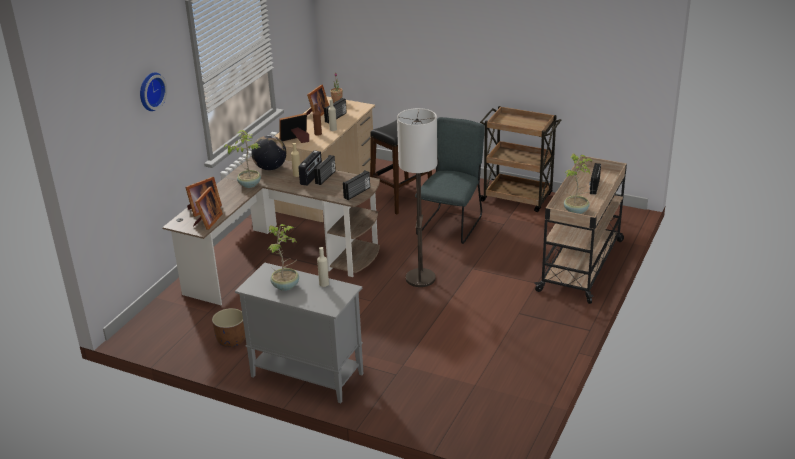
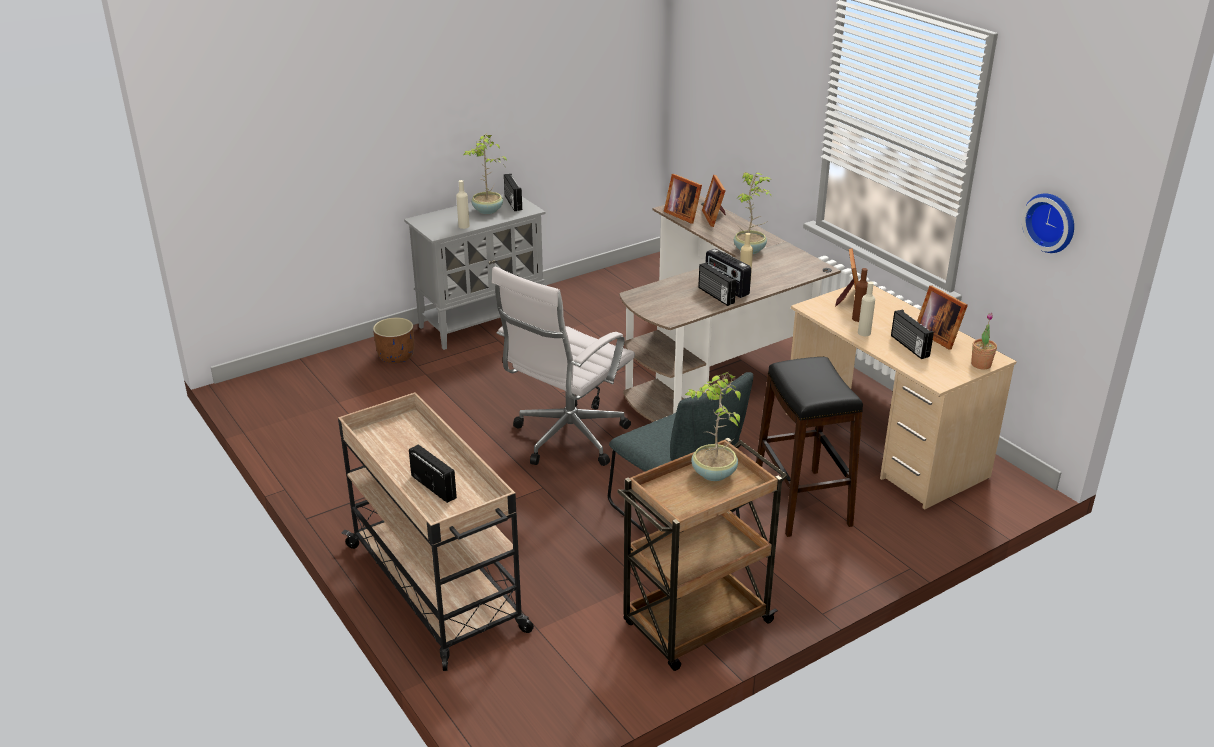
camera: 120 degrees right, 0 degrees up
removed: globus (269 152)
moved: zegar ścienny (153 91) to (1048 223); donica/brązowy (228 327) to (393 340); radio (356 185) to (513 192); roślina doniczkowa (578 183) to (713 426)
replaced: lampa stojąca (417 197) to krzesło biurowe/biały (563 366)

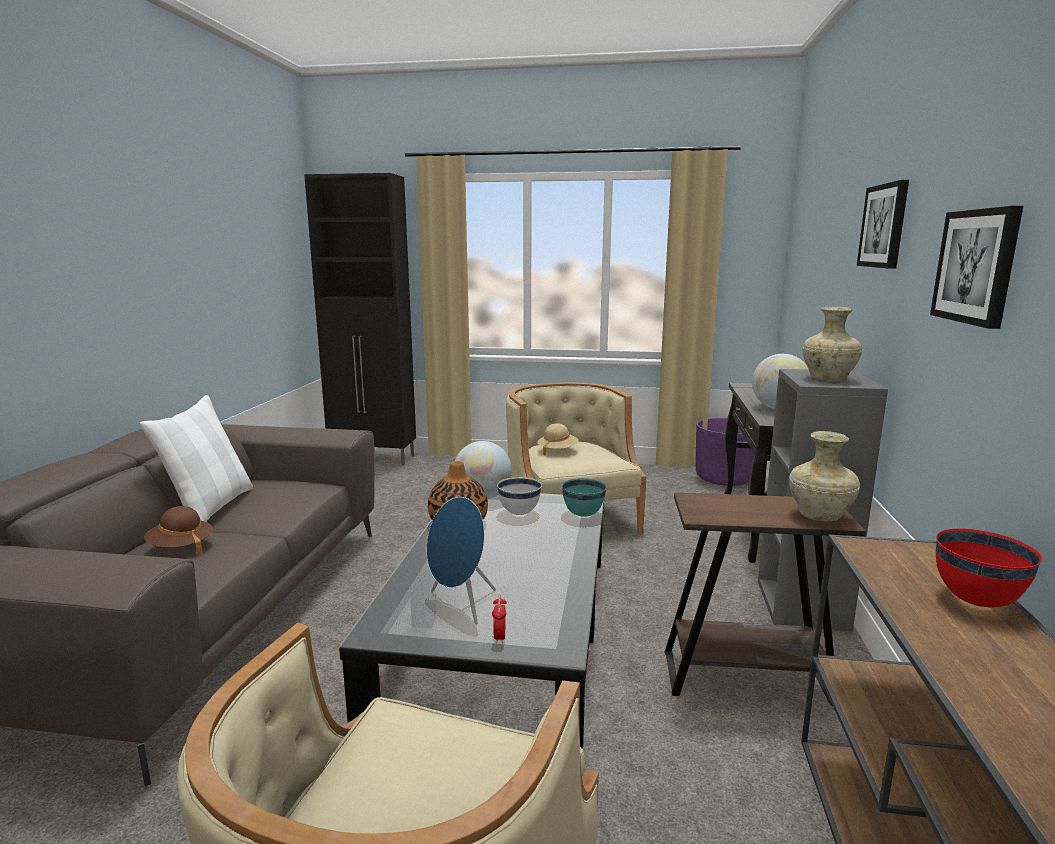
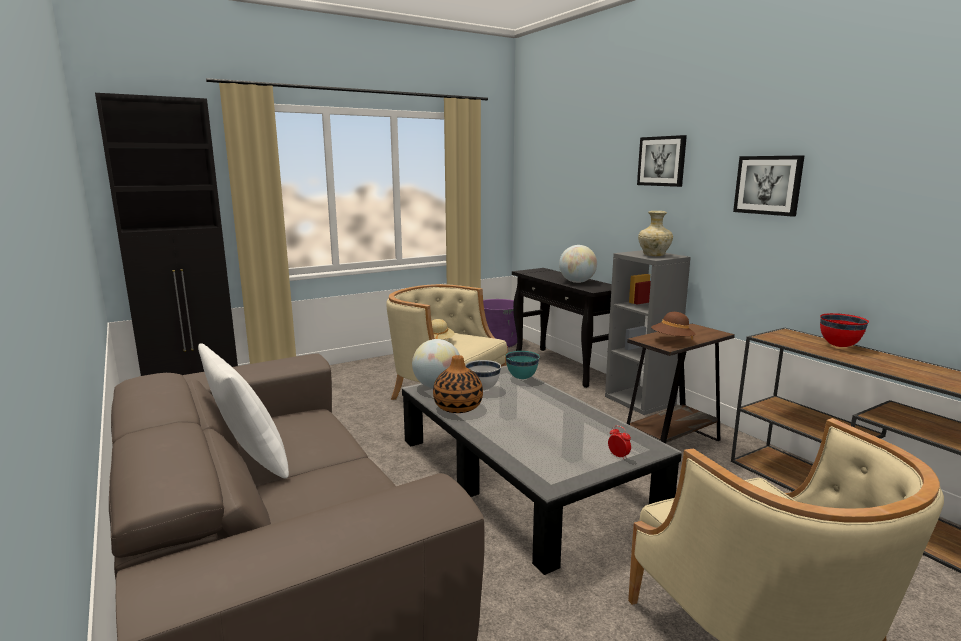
camera: 40 degrees left, 0 degrees up
removed: głośnik/niebieski (461 560); wazon/beżowy (824 476)
moved: kapelusz/brązowy (178 530) to (673 326)

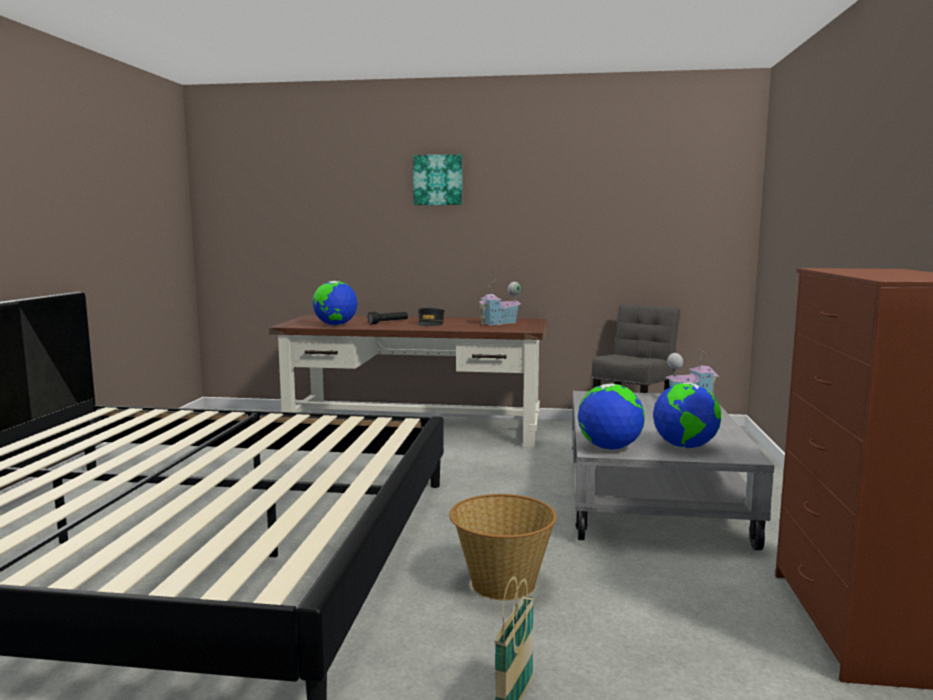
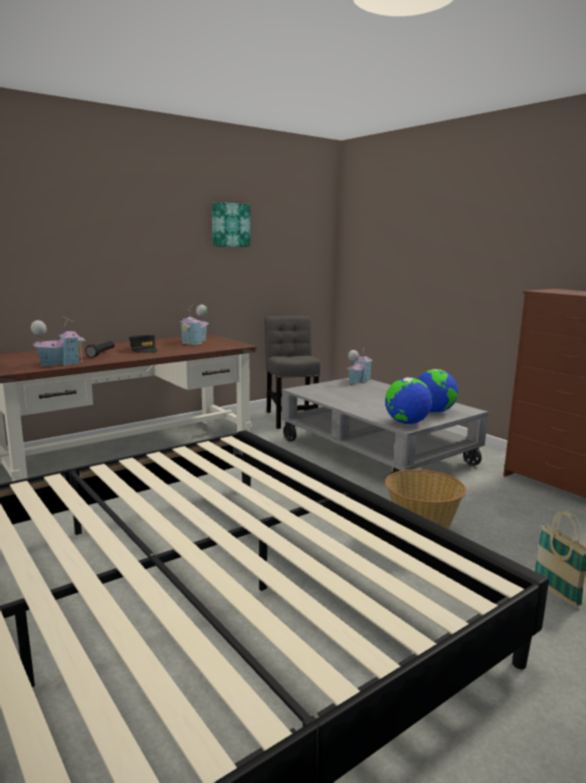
camera: 45 degrees left, 5 degrees up
moved: obraz (437 179) to (231 224)
replaced: globus (335 303) to domek (58 341)

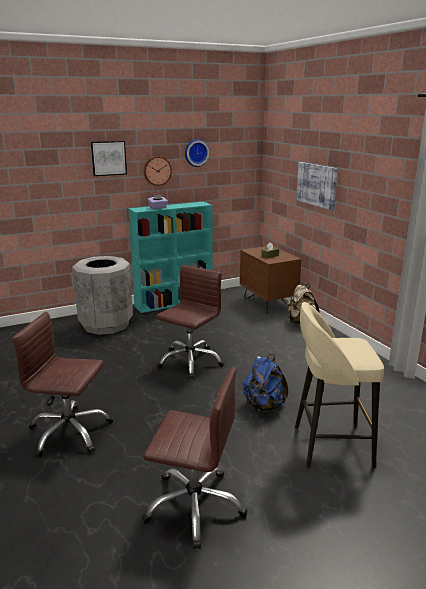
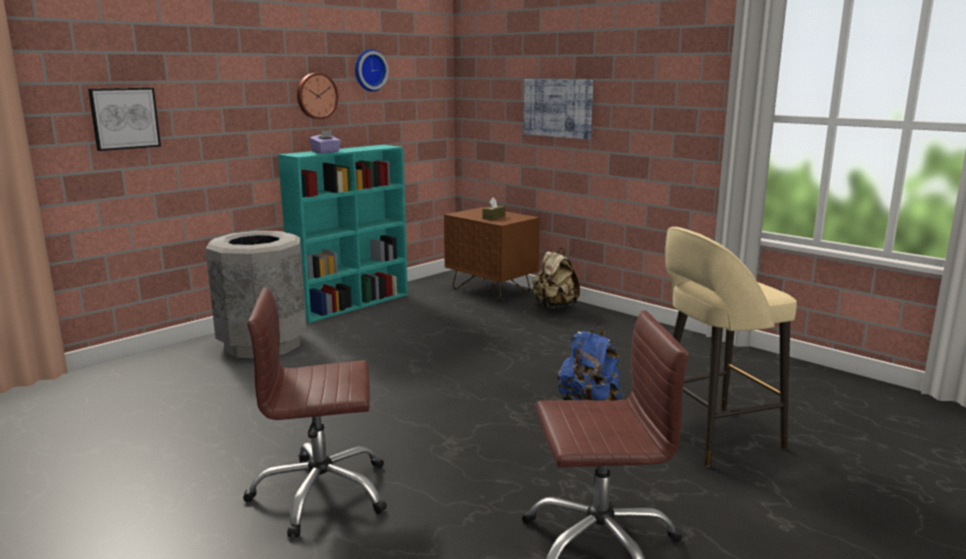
camera: 20 degrees left, 5 degrees down
removed: krzesło biurowe/brązowy (190 322)
moved: obraz (109 158) to (124 119)

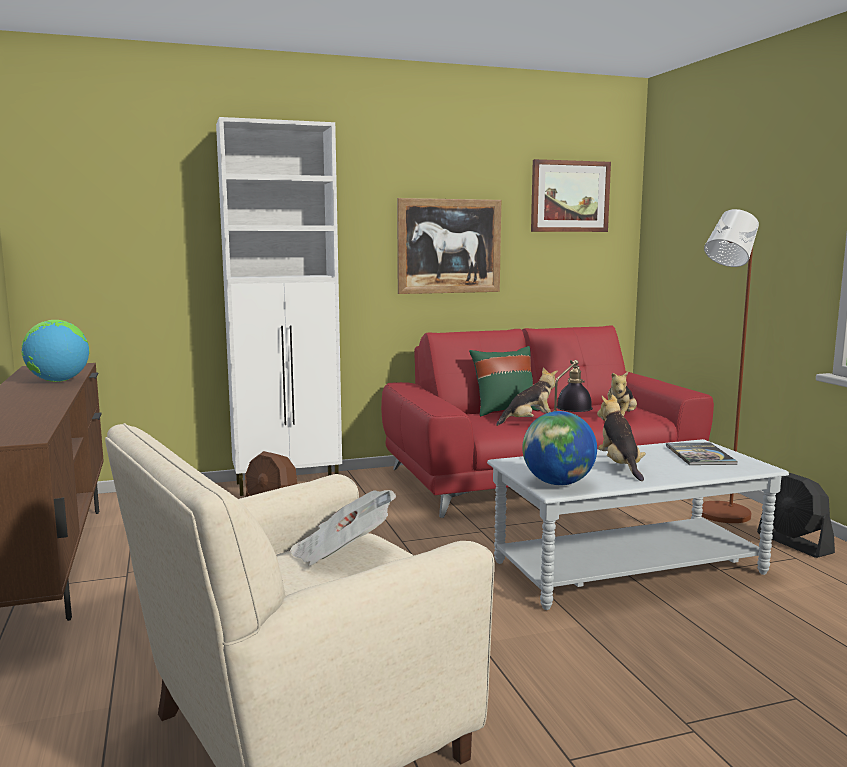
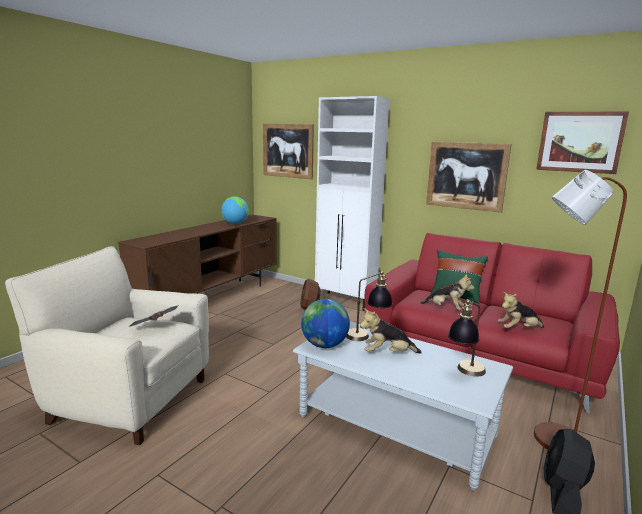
camera: 50 degrees right, 5 degrees up
added: obraz (288 151)
replaced: książka (702 454) to lampa stołowa (467 338)
turned: pluszak (621 437) = (391 331) 135 degrees counterclockwise

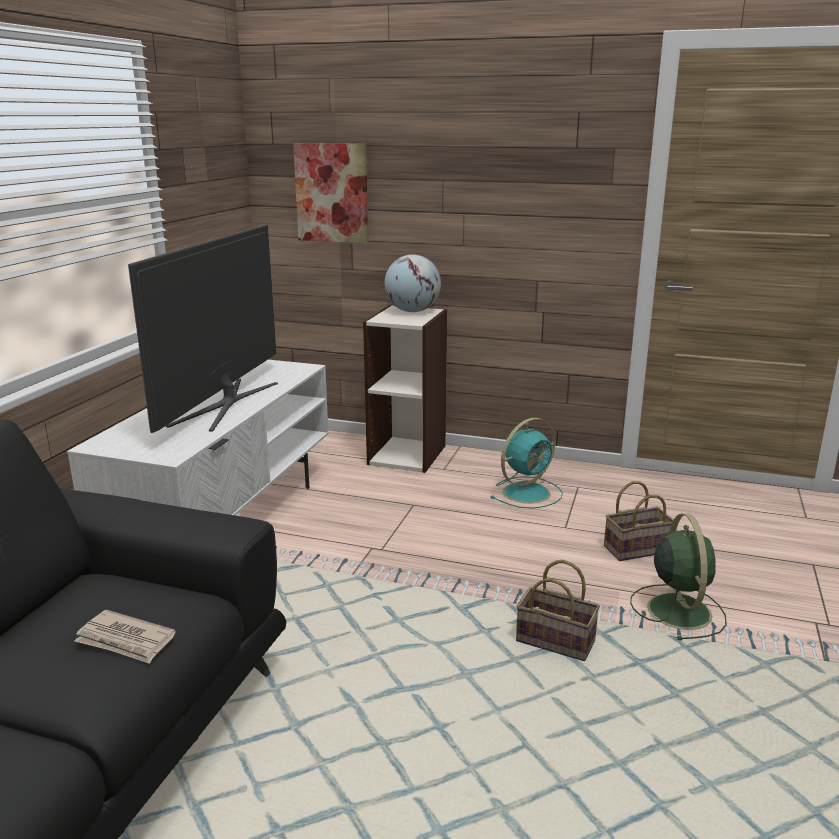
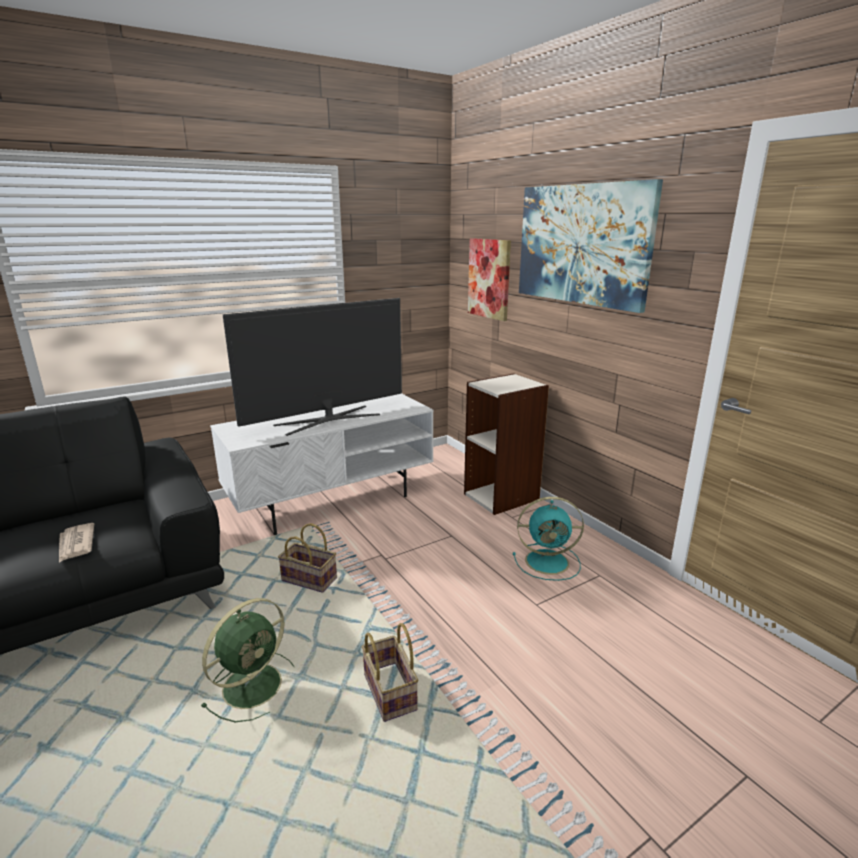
camera: 40 degrees right, 0 degrees up
removed: globus (412 283)
added: obraz (591 246)
moved: koszyk (639 521) to (307 558); wentylator/zielony (678 576) to (248 660)

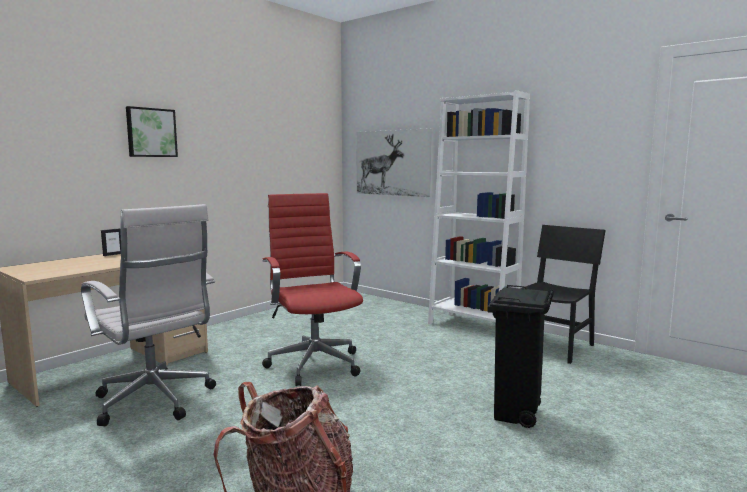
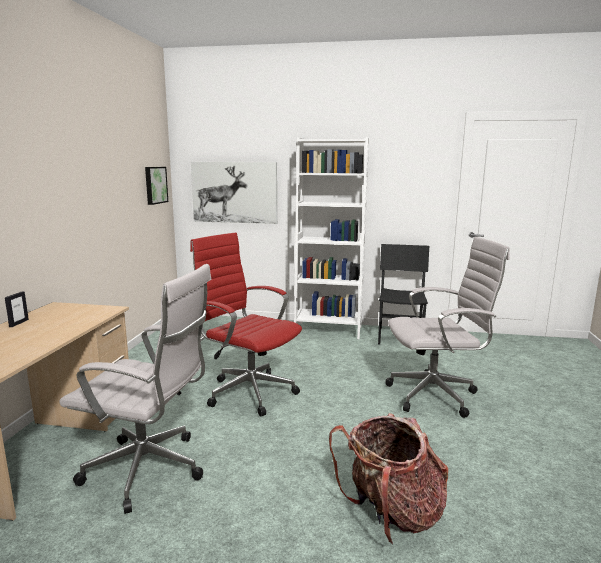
camera: 30 degrees left, 5 degrees up
moved: obraz (152 131) to (156 186)
replaced: kosz na śmieci/czarny (521 356) to krzesło biurowe/biały (447 327)

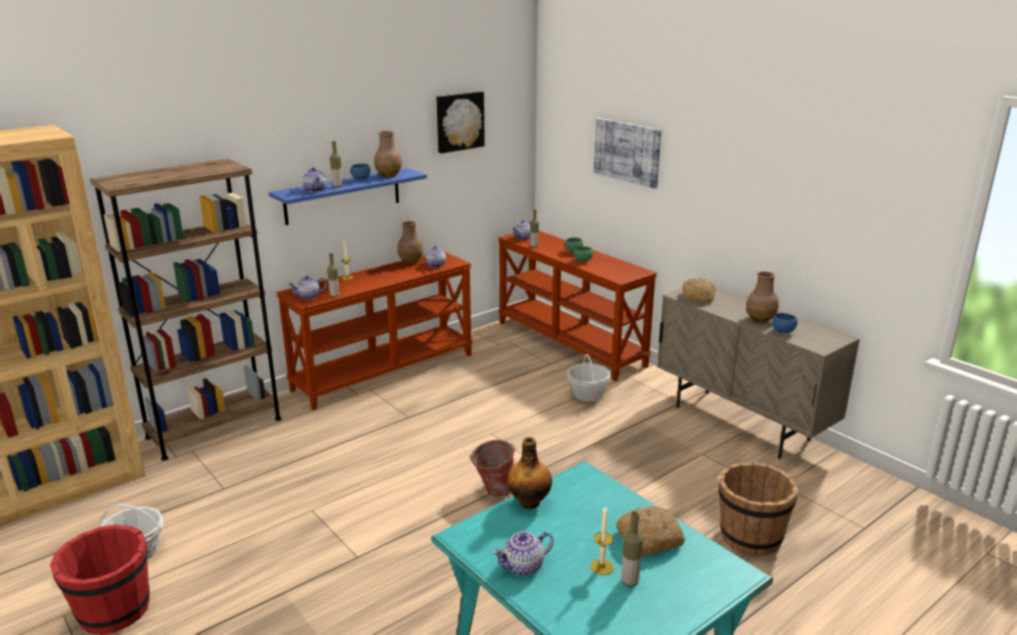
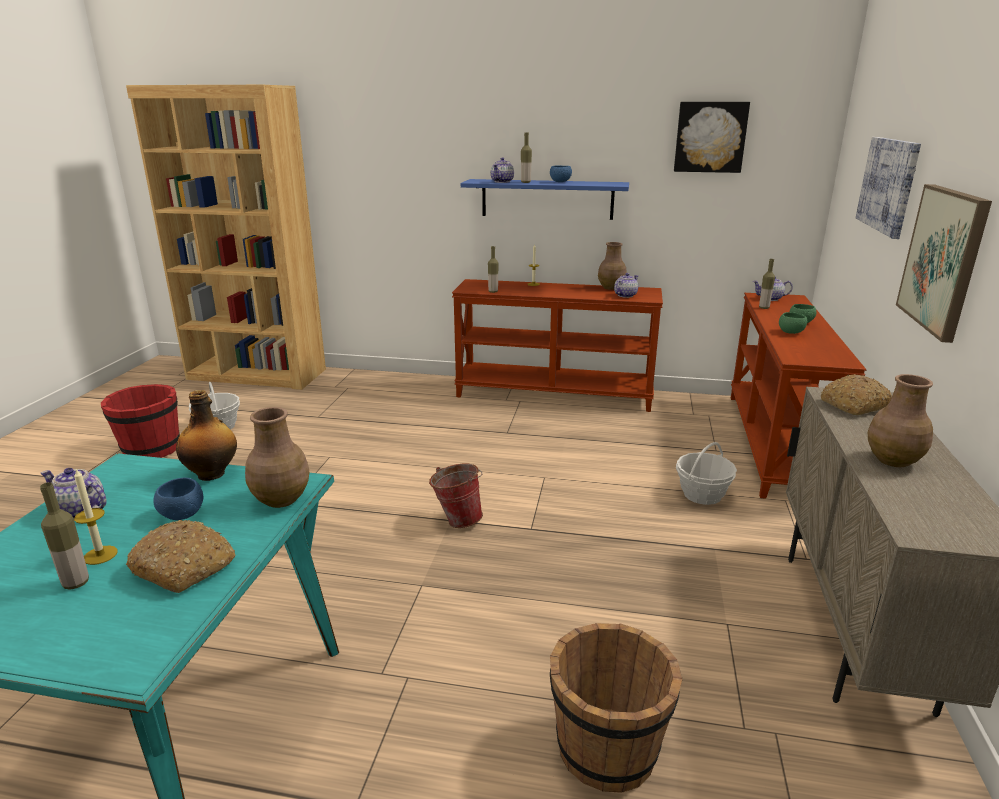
camera: 50 degrees right, 0 degrees up
removed: regał/brązowy (186 310); imbryk (307 288)
added: obraz (944 263)
moved: wazon/brązowy (388 154) to (277 457); miska/niebieski (785 323) to (178 499)

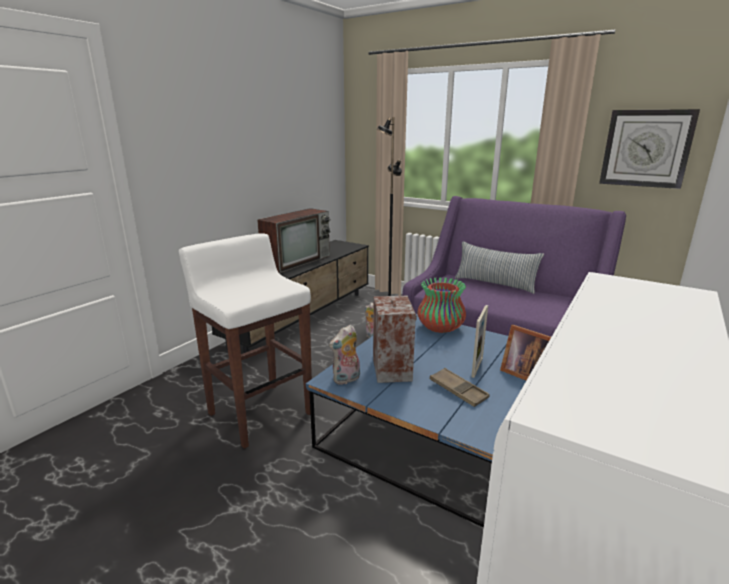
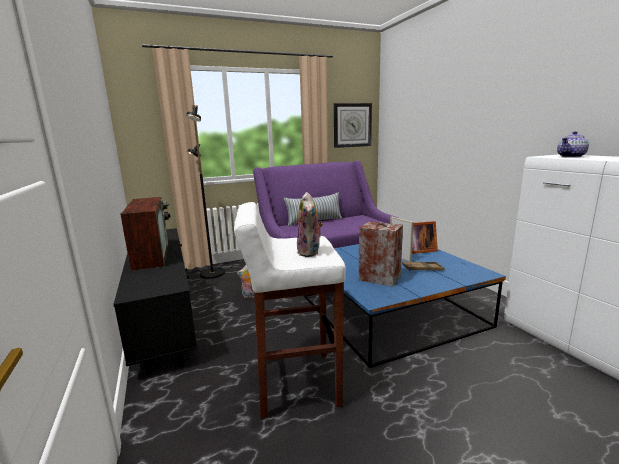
camera: 55 degrees left, 5 degrees down
removed: wazon (441 305)
added: imbryk (573 144)
moved: pluszak (344 355) to (310 224)

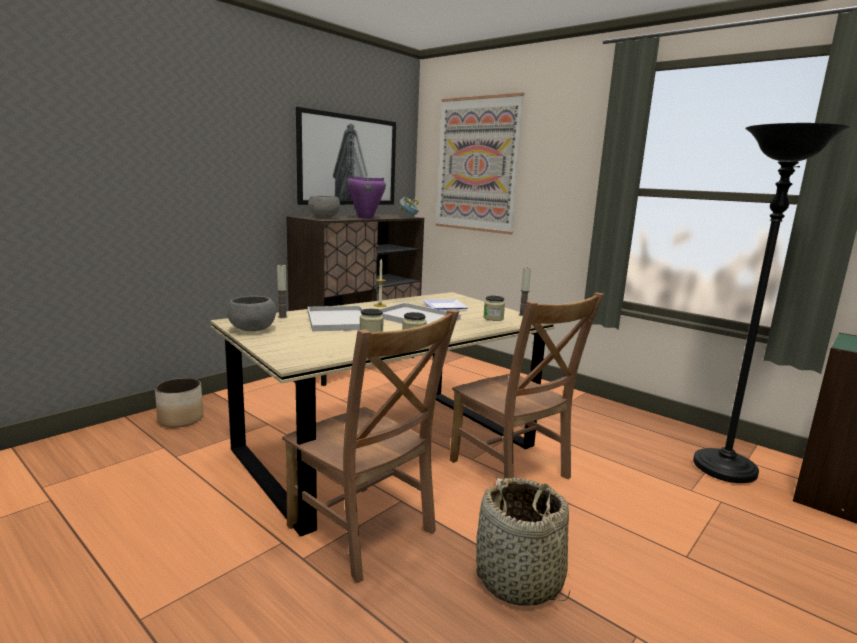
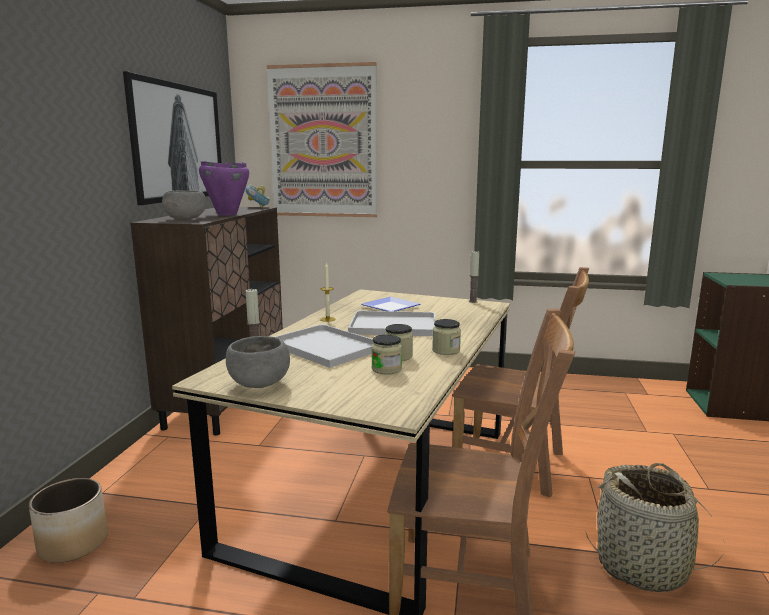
camera: 30 degrees left, 0 degrees up
removed: lampa stojąca/czarny (771 303)
moved: słoik (494 308) to (386 354)

